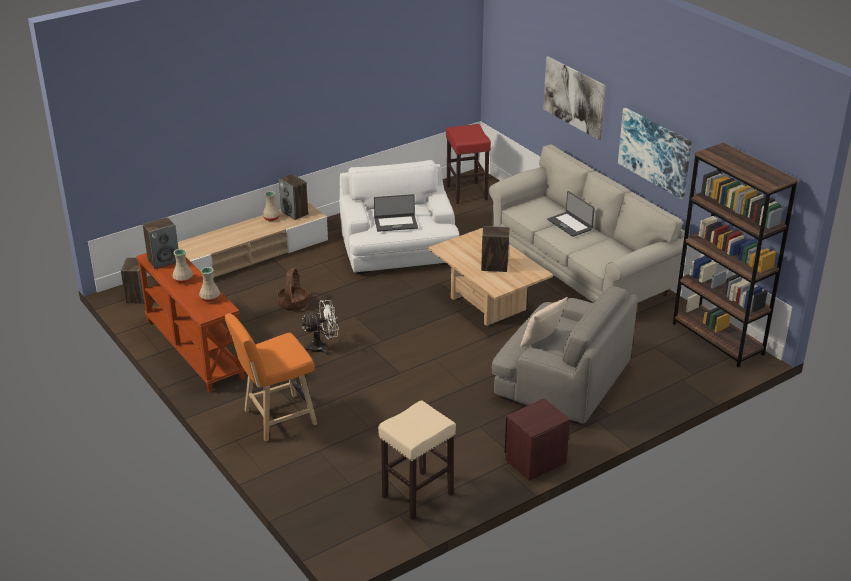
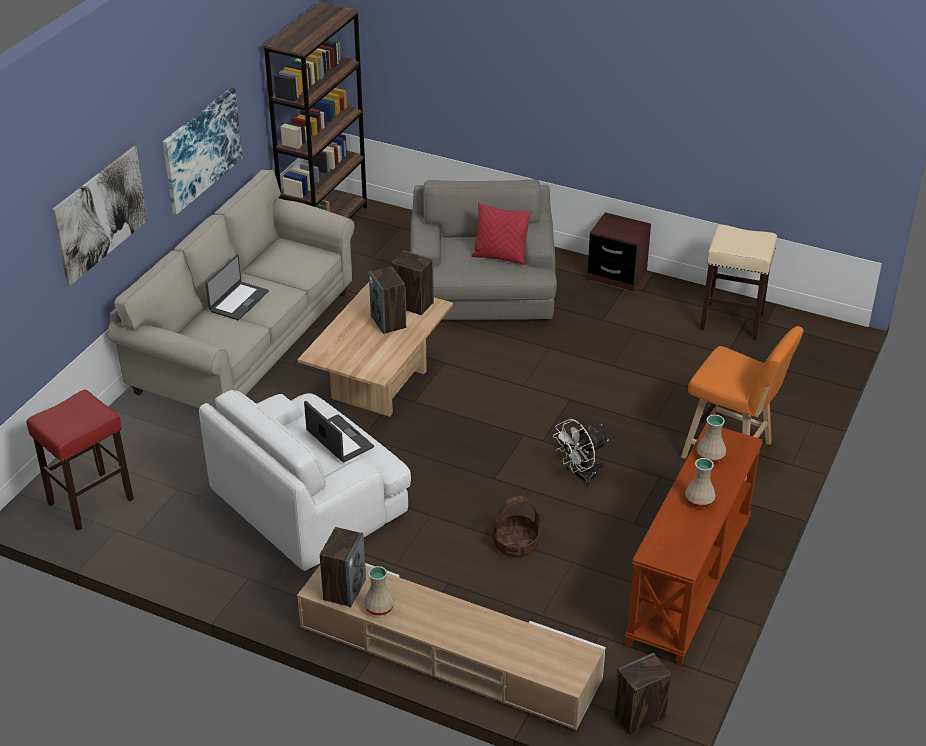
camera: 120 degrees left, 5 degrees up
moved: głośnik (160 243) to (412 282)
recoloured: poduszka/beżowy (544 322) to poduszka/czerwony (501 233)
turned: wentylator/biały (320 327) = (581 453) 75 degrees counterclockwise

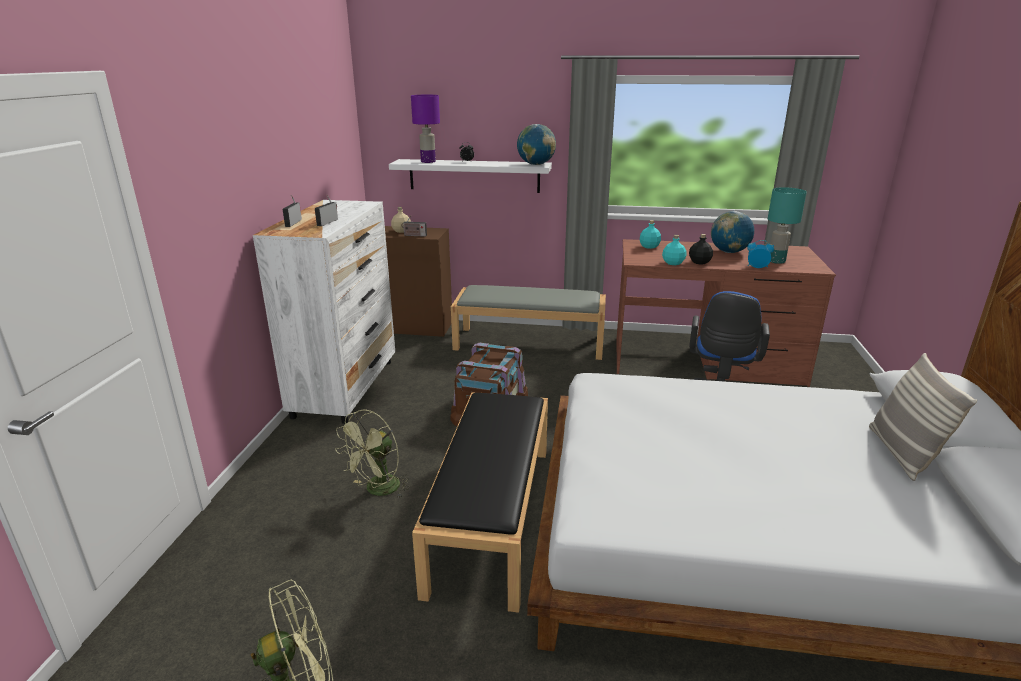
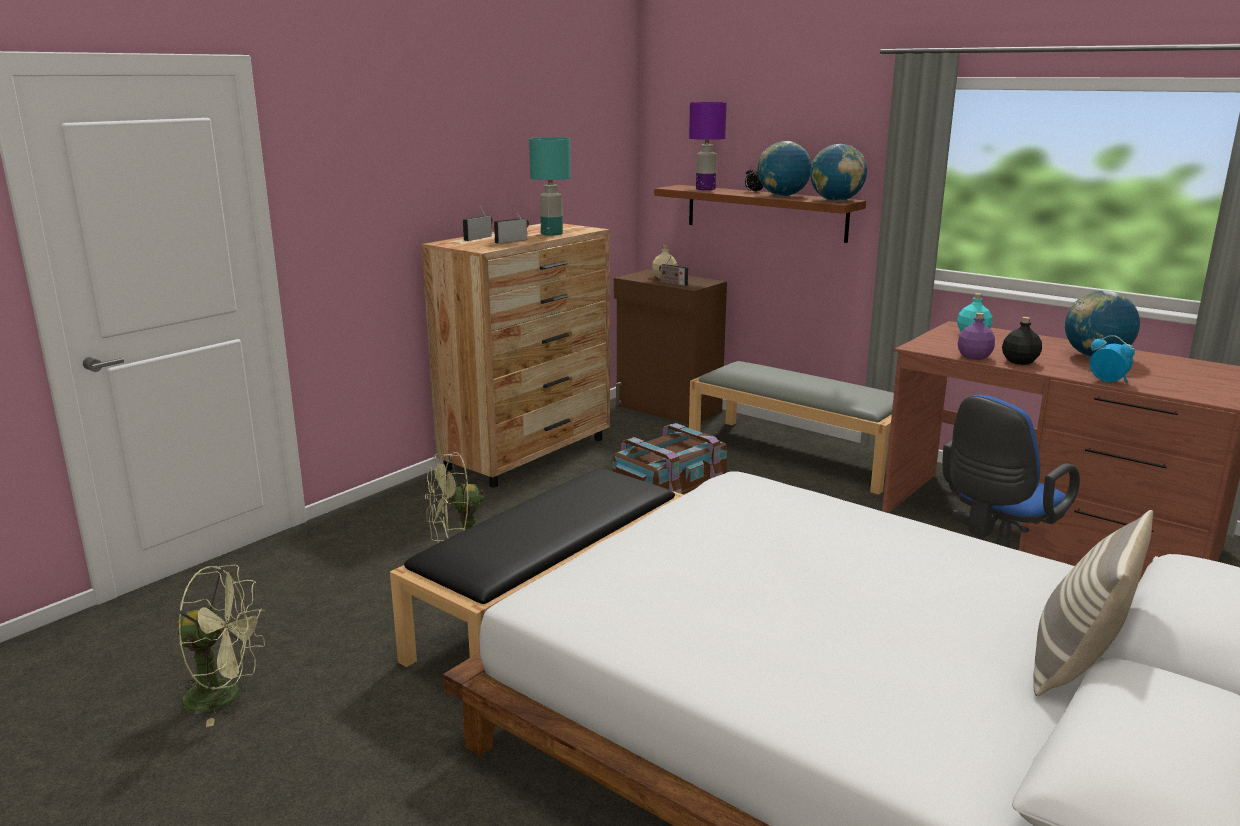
camera: 30 degrees right, 5 degrees down
added: globus (784 168)
moved: lampa stołowa/turkusowy (787 225) to (550 186)
recoloured: komoda/biały (324 312) to komoda/brązowy (516 355); półka/biały (470 176) to półka/brązowy (760 214); butelka/turkusowy (674 250) to butelka/fioletowy (976 336)

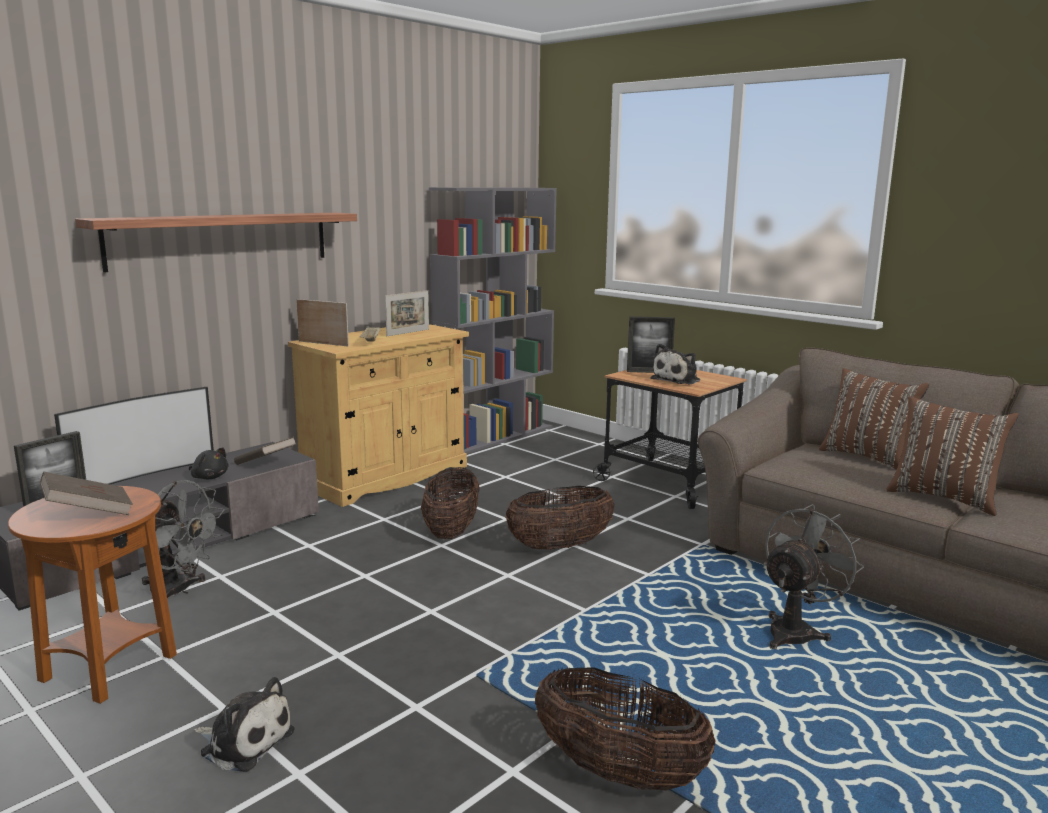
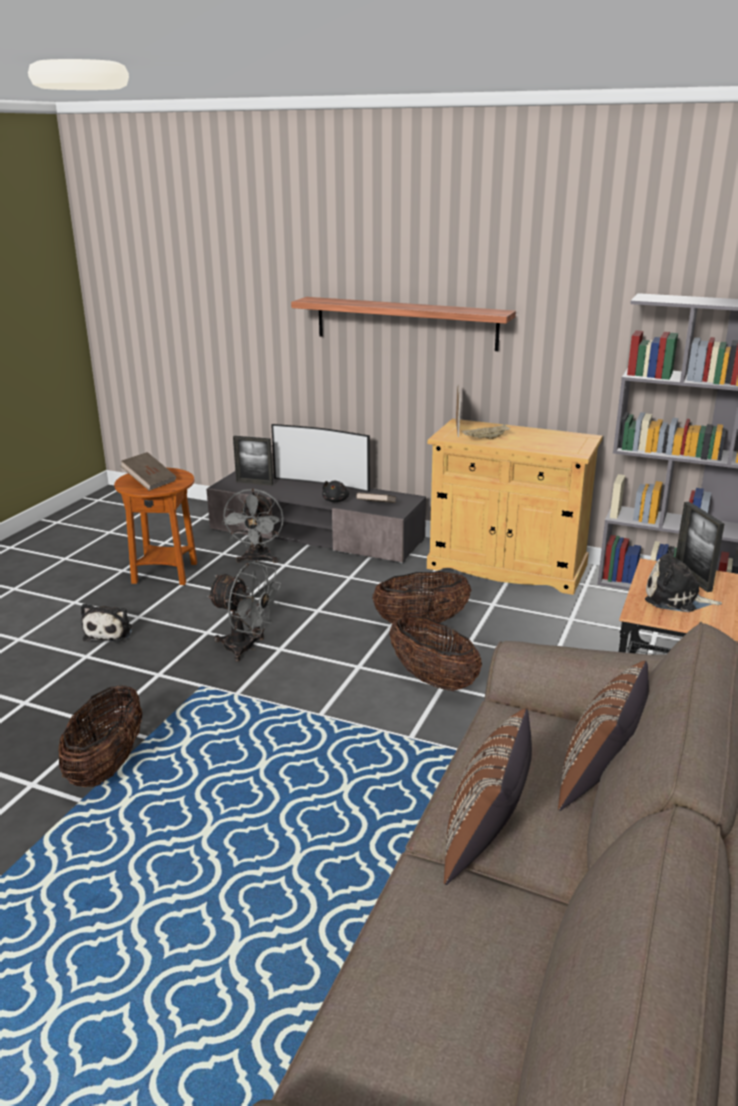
camera: 70 degrees right, 10 degrees up
removed: ramka na zdjęcie (407 313)
moved: wentylator/szary (813 576) to (244 611)

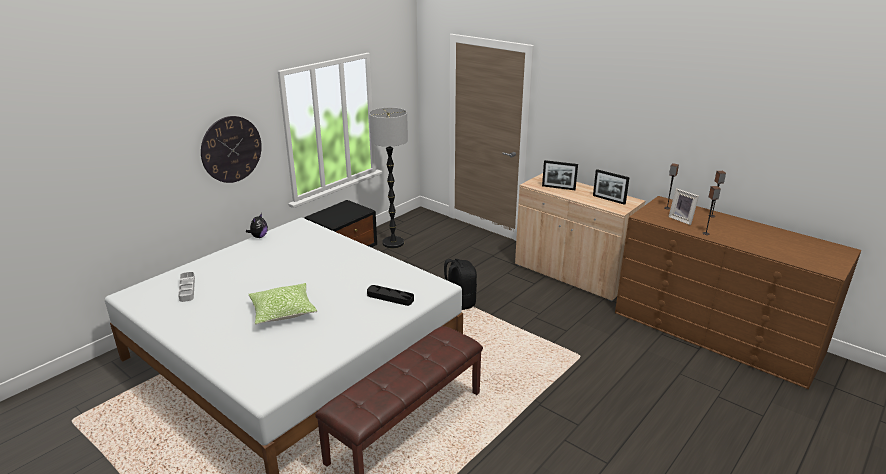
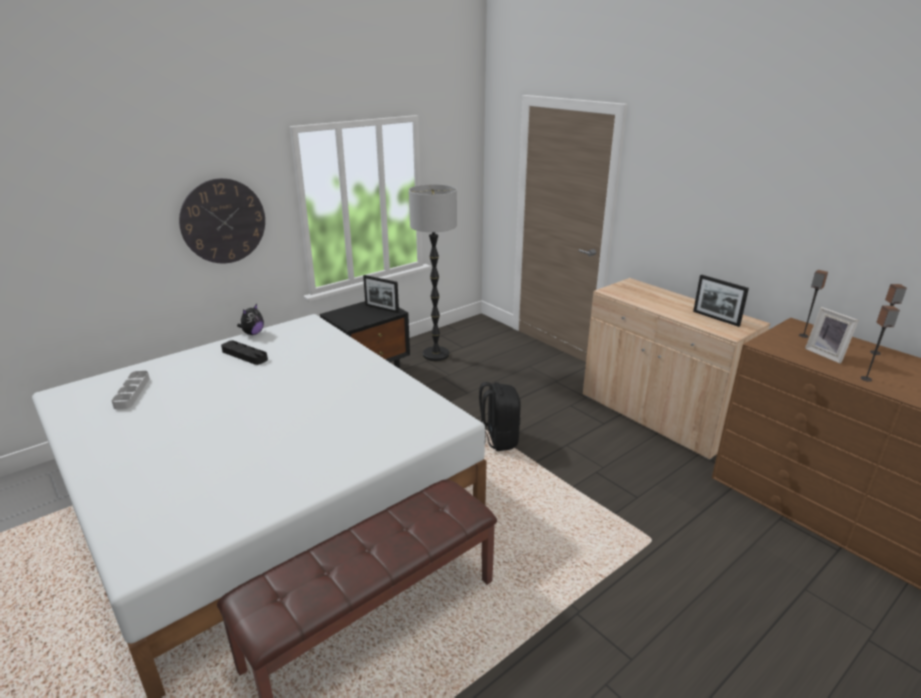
camera: 10 degrees right, 0 degrees up
removed: poduszka (283 304)
moved: taca/czarny (390 295) to (244 352); ramka na zdjęcie (560 175) to (381 294)

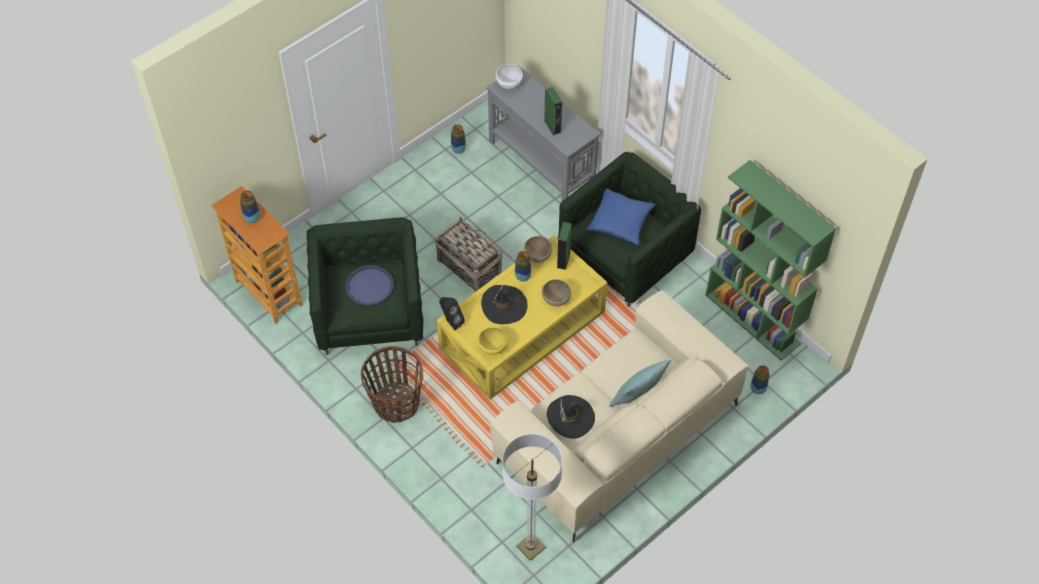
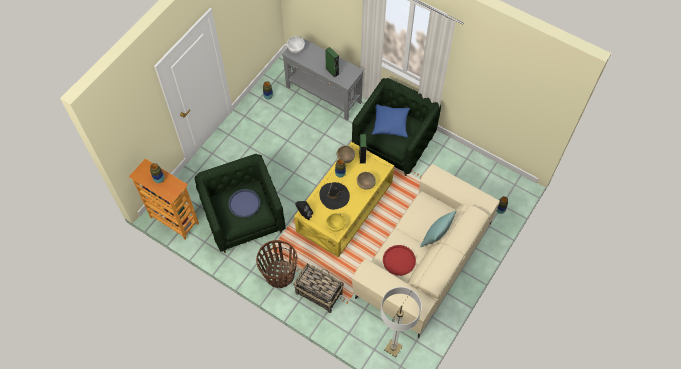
camera: 15 degrees left, 5 degrees up
removed: regał/zielony (770 260)
moved: koszyk (469 254) to (318 288)
replaced: kapelusz/czarny (571 417) to taca/czerwony (399 260)

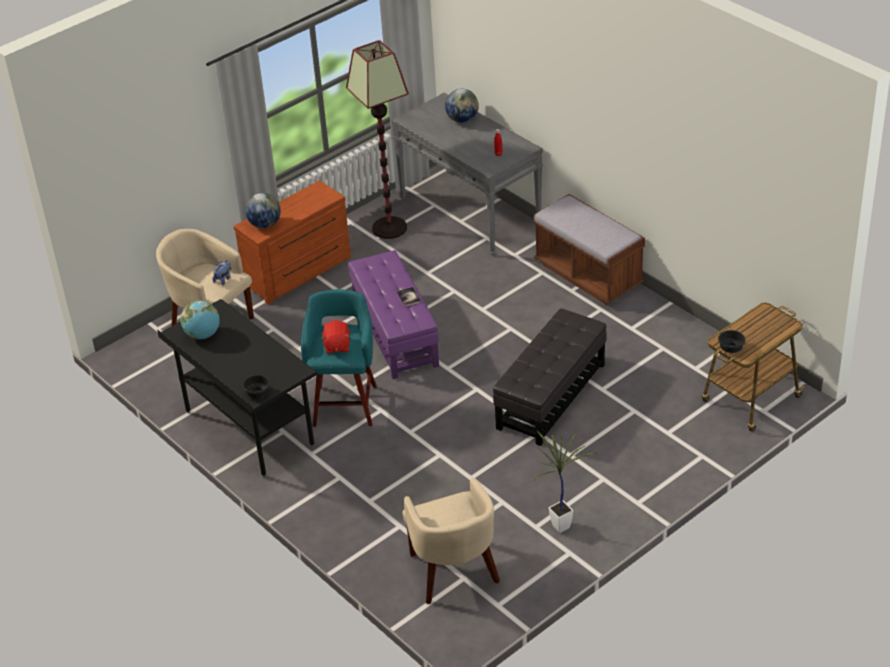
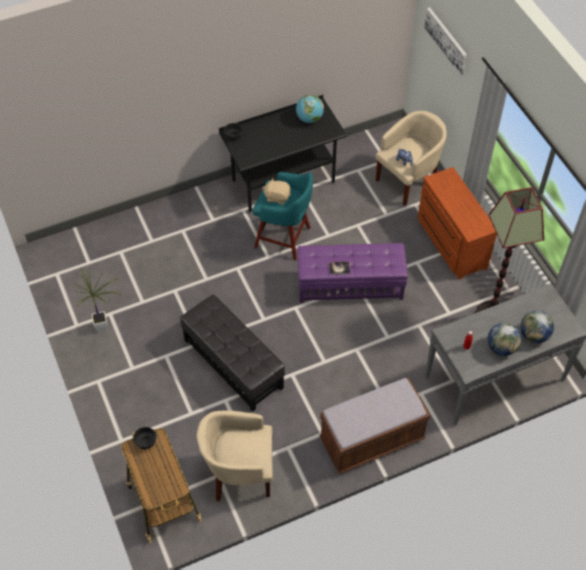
camera: 105 degrees right, 15 degrees up
added: obraz (445 41)
moved: globus (263 210) to (504 339); fotel/beżowy (451 541) to (235 456)
recoloured: pluszak/czerwony (335 337) to pluszak/beżowy (277 191)

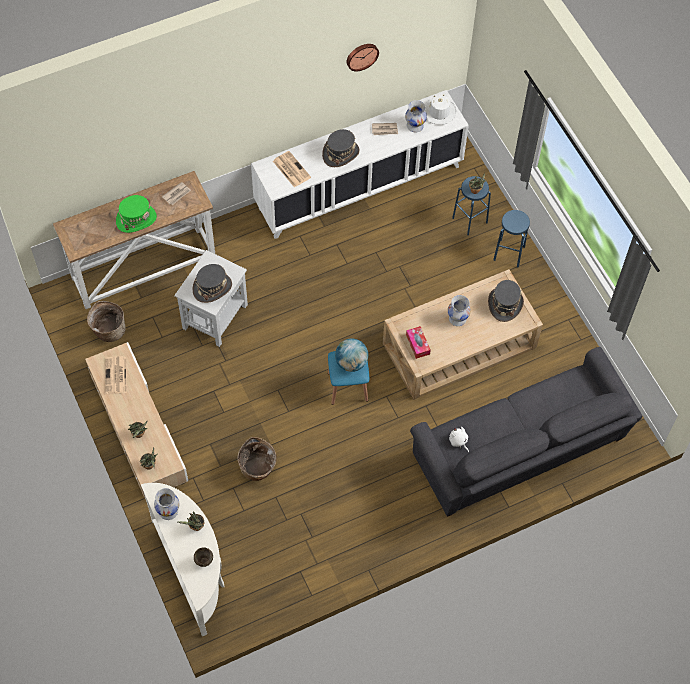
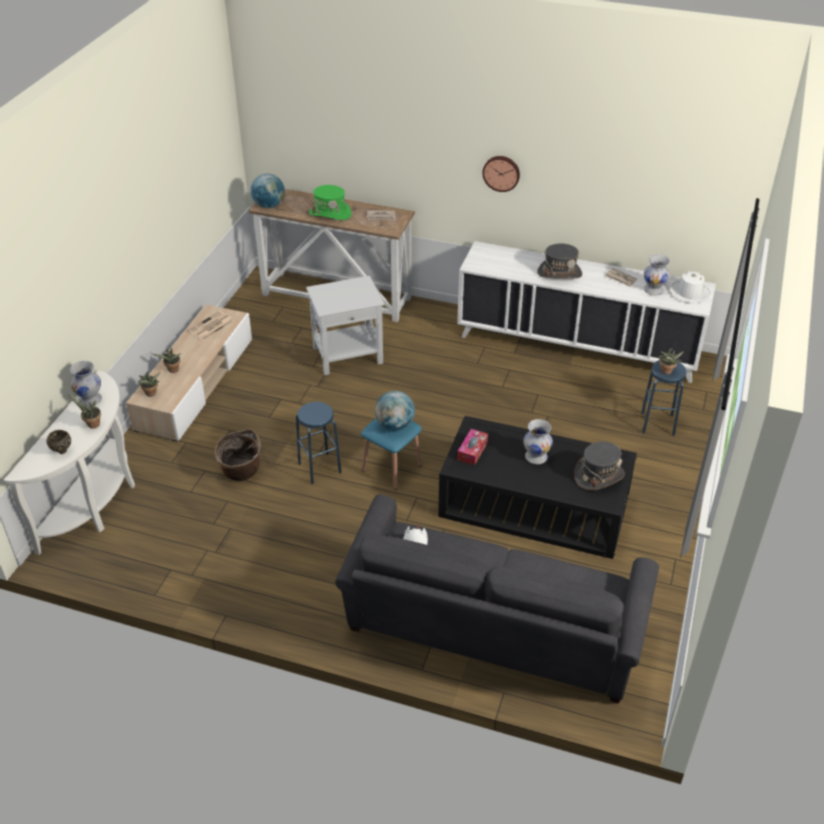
camera: 45 degrees right, 20 degrees down
removed: koszyk (106 321); kapelusz/szary (212 283); gazeta (292 169)
added: globus (268 191)
moved: zegar ścienny (363 57) to (501 174); stołek/niebieski (511 238) to (319 443)
recoloured: ława/beżowy (463 334) to ława/czarny (537 487)

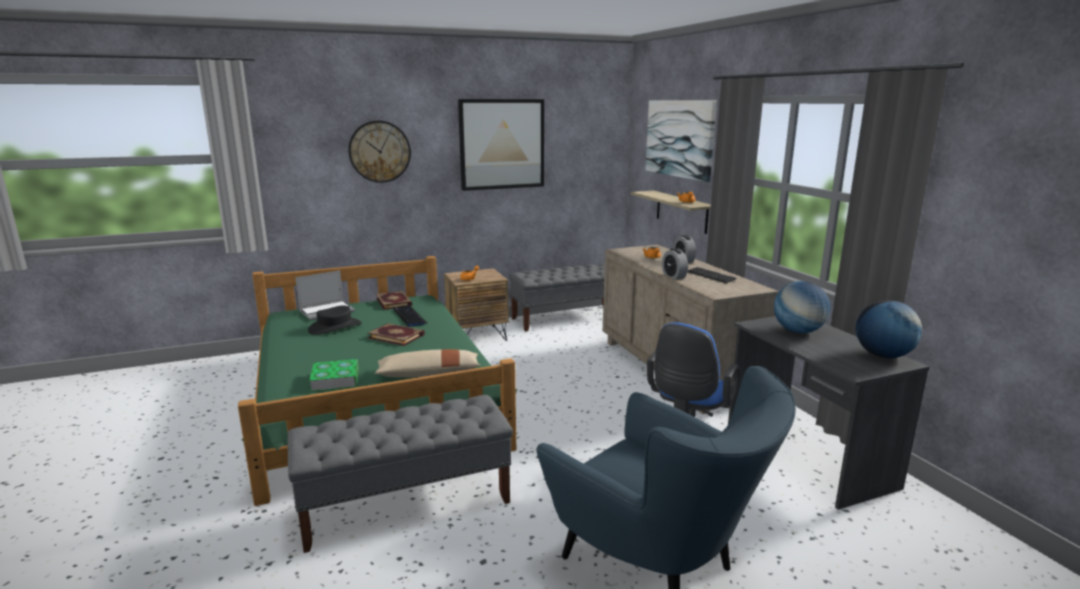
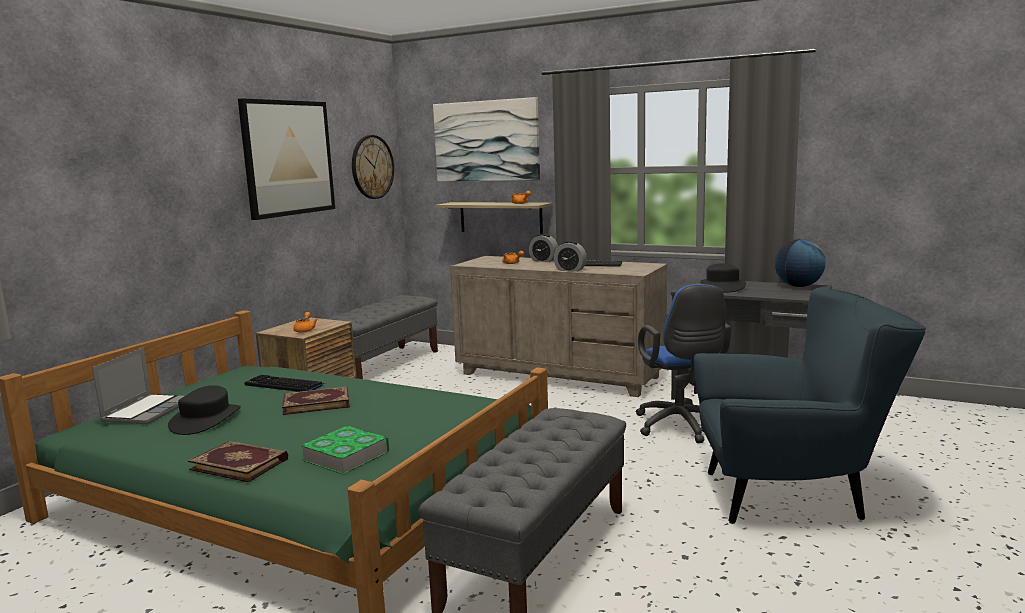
camera: 40 degrees left, 5 degrees down
removed: poduszka/beżowy (428 363)
moved: zegar ścienny (379 151) to (373 167); książka (394 300) to (238 461)
replaced: globus (802 307) to kapelusz/czarny (723 277)

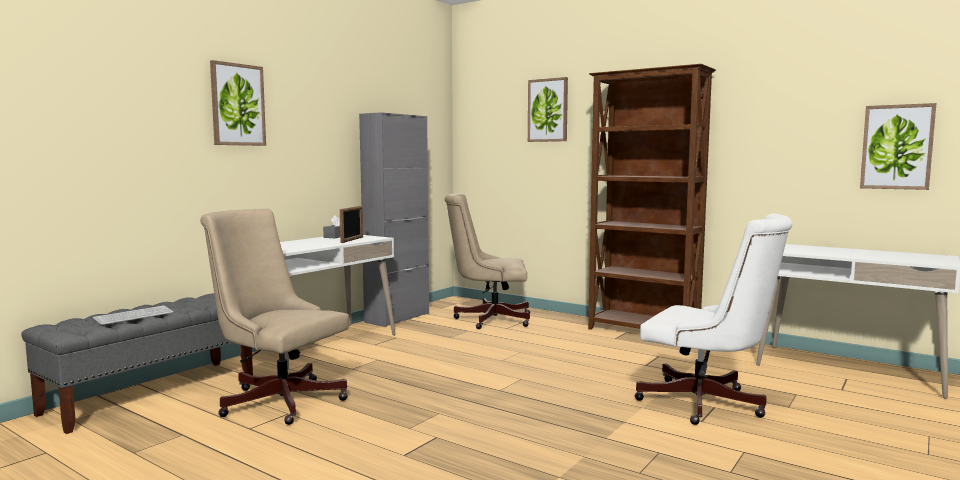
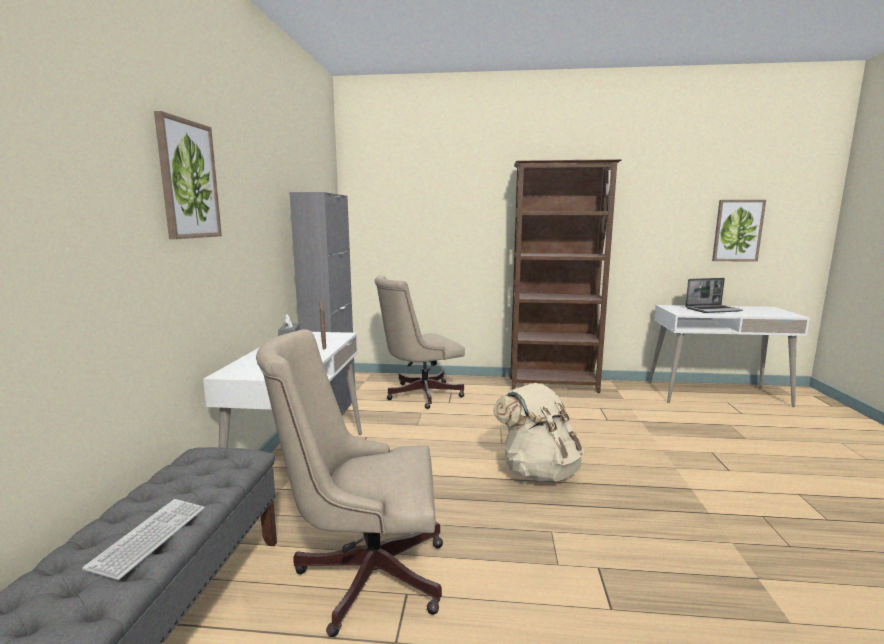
camera: 30 degrees left, 5 degrees up
removed: obraz (548 109); krzesło biurowe/biały (713 319)
added: plecak/beżowy (538 432); laptop (714 295)

